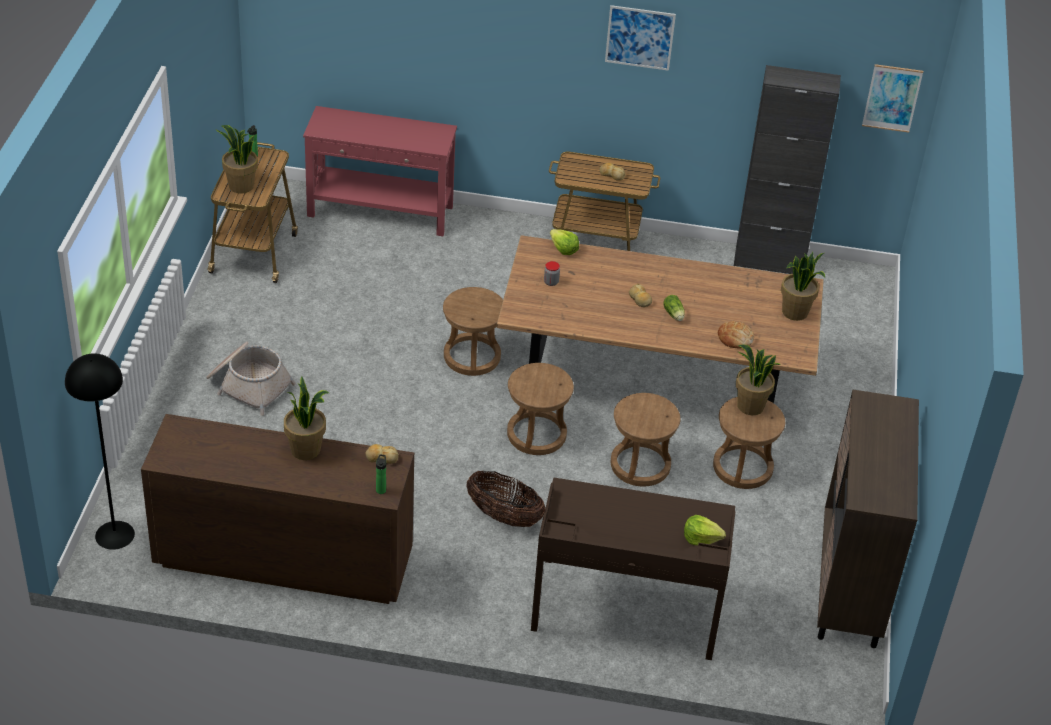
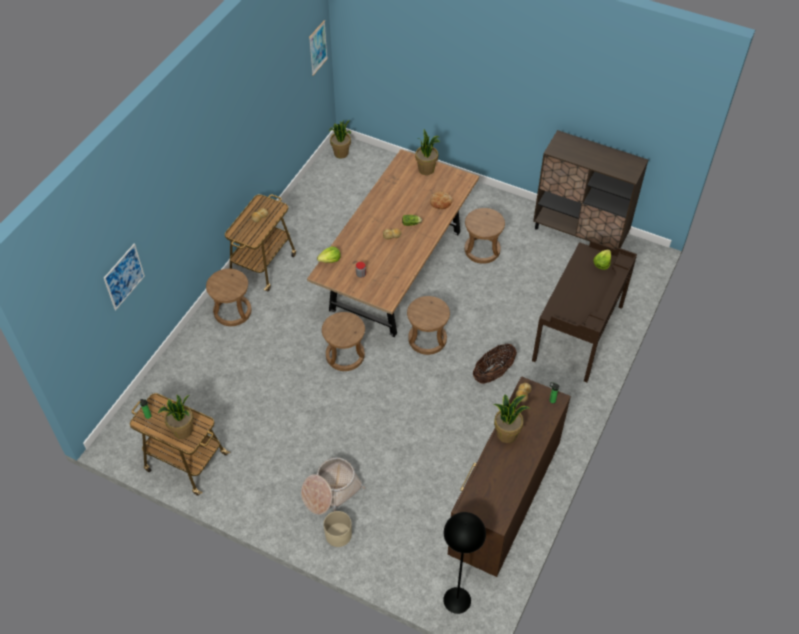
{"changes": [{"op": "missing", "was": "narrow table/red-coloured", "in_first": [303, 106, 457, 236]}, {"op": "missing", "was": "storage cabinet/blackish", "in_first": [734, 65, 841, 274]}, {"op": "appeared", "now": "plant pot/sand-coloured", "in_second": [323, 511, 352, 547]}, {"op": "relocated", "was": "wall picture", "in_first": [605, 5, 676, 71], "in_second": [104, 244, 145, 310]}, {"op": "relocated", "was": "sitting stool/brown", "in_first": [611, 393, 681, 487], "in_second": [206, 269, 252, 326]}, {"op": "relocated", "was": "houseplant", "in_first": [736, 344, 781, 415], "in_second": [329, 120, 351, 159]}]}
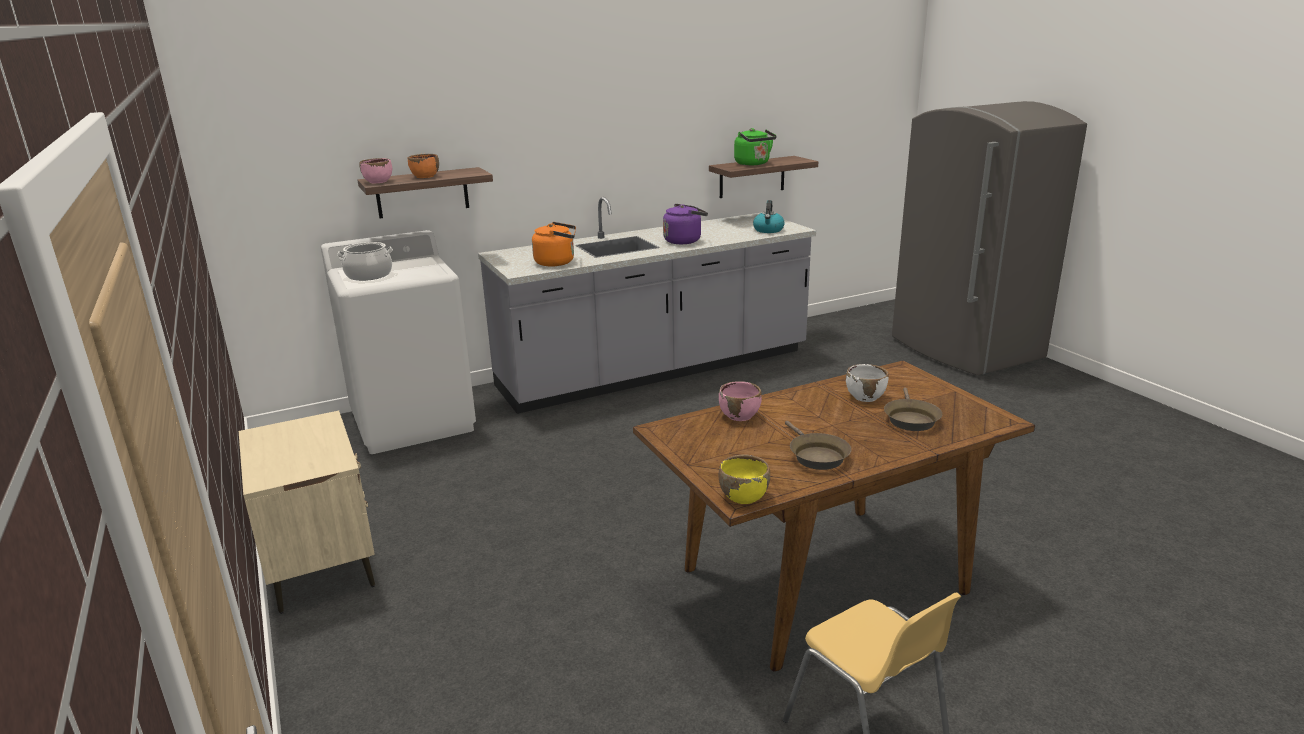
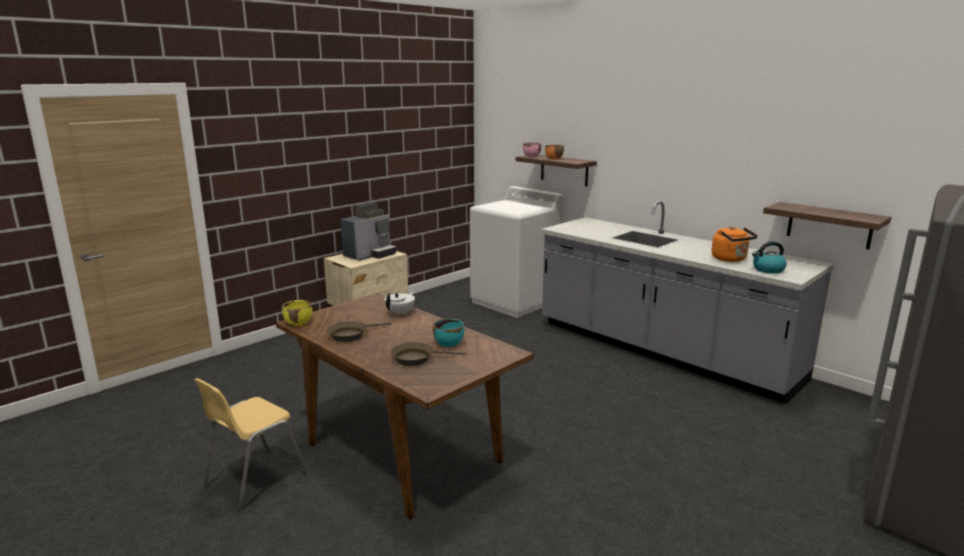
{"changes": [{"op": "missing", "was": "stockpot", "in_first": [337, 242, 393, 281]}, {"op": "missing", "was": "tea kettle/purplish", "in_first": [663, 204, 708, 244]}, {"op": "missing", "was": "tea kettle/greenish", "in_first": [734, 128, 777, 165]}, {"op": "appeared", "now": "coffee machine", "in_second": [340, 202, 396, 261]}, {"op": "relocated", "was": "tea kettle/orangey", "in_first": [532, 222, 576, 266], "in_second": [711, 226, 758, 262]}, {"op": "exchanged", "was": "deep dish/pinkish", "now": "teapot/whitish", "in_first": [719, 381, 762, 421], "in_second": [384, 292, 415, 316]}, {"op": "colour", "was": "deep dish/whitish", "now": "deep dish/turquoise", "in_first": [846, 364, 889, 402], "in_second": [433, 318, 464, 347]}]}
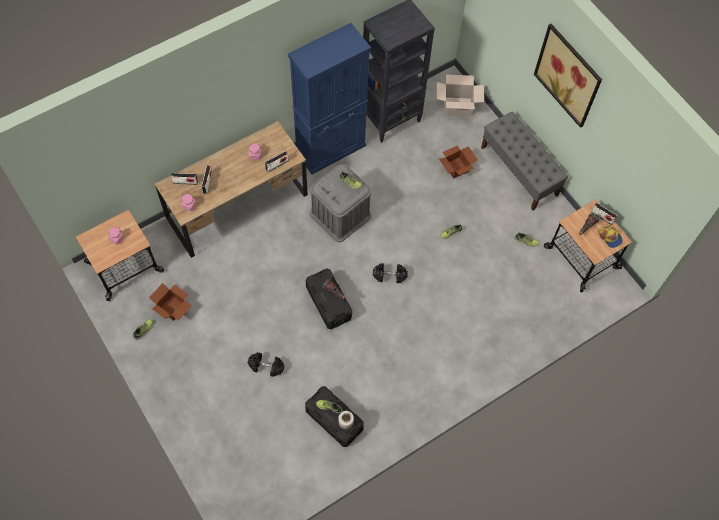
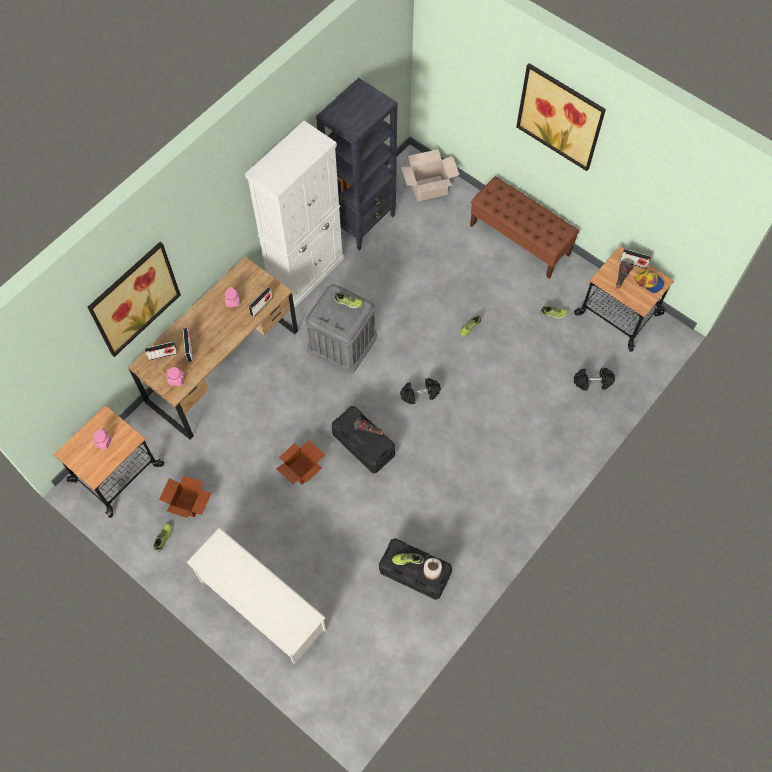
{"changes": [{"op": "appeared", "now": "wall picture", "in_second": [87, 242, 181, 357]}, {"op": "appeared", "now": "shoe shelf/whitish", "in_second": [186, 527, 326, 664]}, {"op": "relocated", "was": "dumbbell/blackish", "in_first": [248, 353, 285, 377], "in_second": [574, 368, 615, 391]}, {"op": "relocated", "was": "carton", "in_first": [439, 146, 478, 179], "in_second": [276, 440, 325, 484]}, {"op": "colour", "was": "storage cabinet/blue", "now": "storage cabinet/whitish", "in_first": [288, 23, 371, 174], "in_second": [245, 121, 344, 307]}, {"op": "colour", "was": "bench/grey", "now": "bench/brown", "in_first": [481, 111, 568, 211], "in_second": [470, 176, 579, 279]}]}
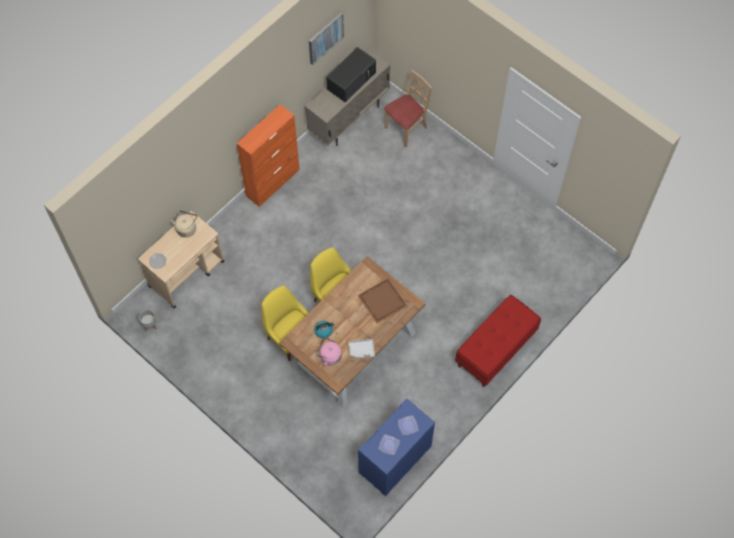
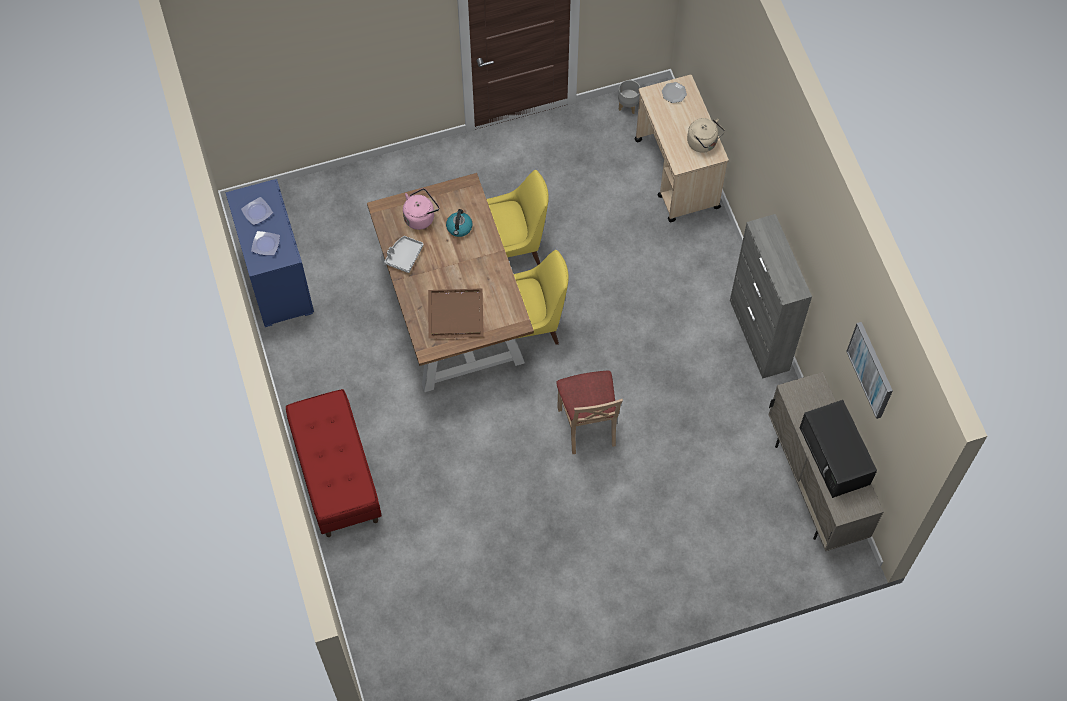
{"changes": [{"op": "relocated", "was": "chair/sand-coloured", "in_first": [384, 70, 432, 148], "in_second": [556, 371, 623, 454]}, {"op": "colour", "was": "storage cabinet/orangey", "now": "storage cabinet/grey", "in_first": [237, 104, 300, 207], "in_second": [730, 214, 812, 379]}]}
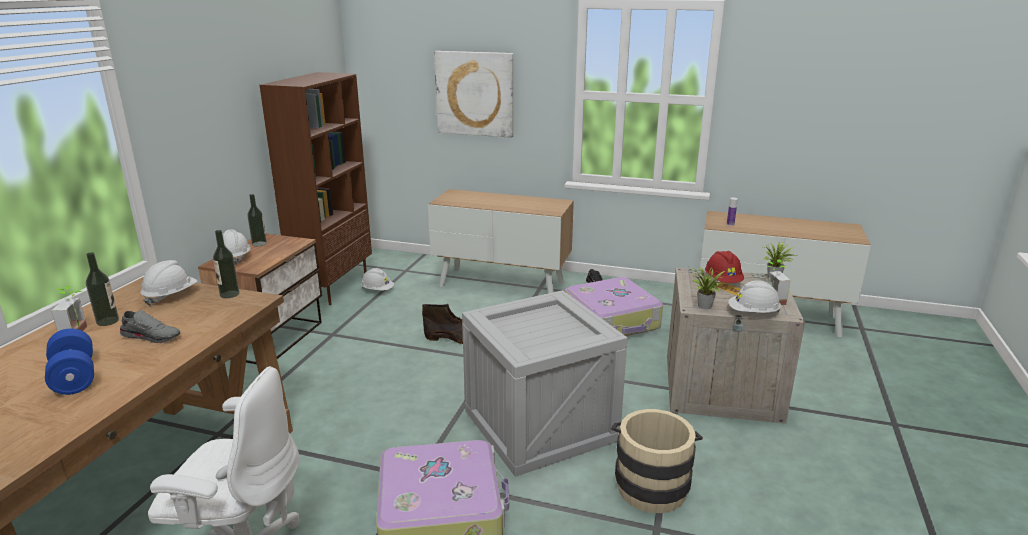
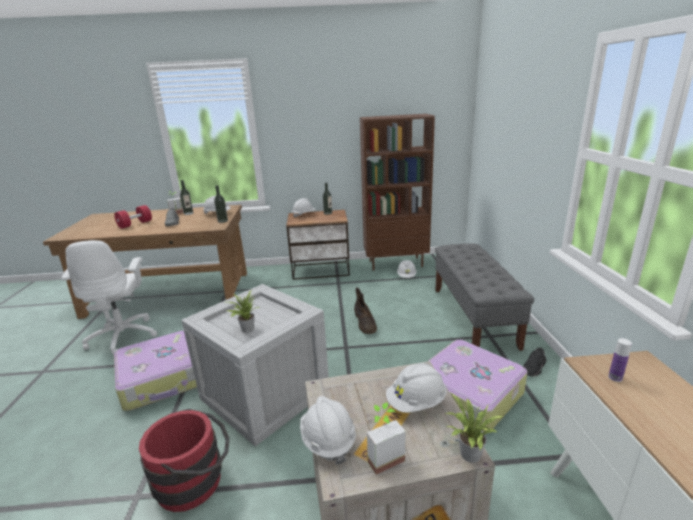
{"changes": [{"op": "missing", "was": "wall picture", "in_first": [434, 51, 514, 138]}, {"op": "relocated", "was": "houseplant", "in_first": [690, 267, 725, 309], "in_second": [227, 290, 259, 333]}, {"op": "exchanged", "was": "storage cabinet", "now": "bench/grey", "in_first": [428, 189, 574, 293], "in_second": [435, 243, 534, 351]}, {"op": "colour", "was": "dumbbell/blue", "now": "dumbbell/red-coloured", "in_first": [45, 328, 94, 395], "in_second": [114, 205, 152, 229]}, {"op": "colour", "was": "bucket/sand-coloured", "now": "bucket/red-coloured", "in_first": [611, 409, 703, 513], "in_second": [139, 409, 230, 512]}, {"op": "colour", "was": "work helmet/red-coloured", "now": "work helmet/whitish", "in_first": [705, 251, 744, 283], "in_second": [386, 363, 447, 413]}]}
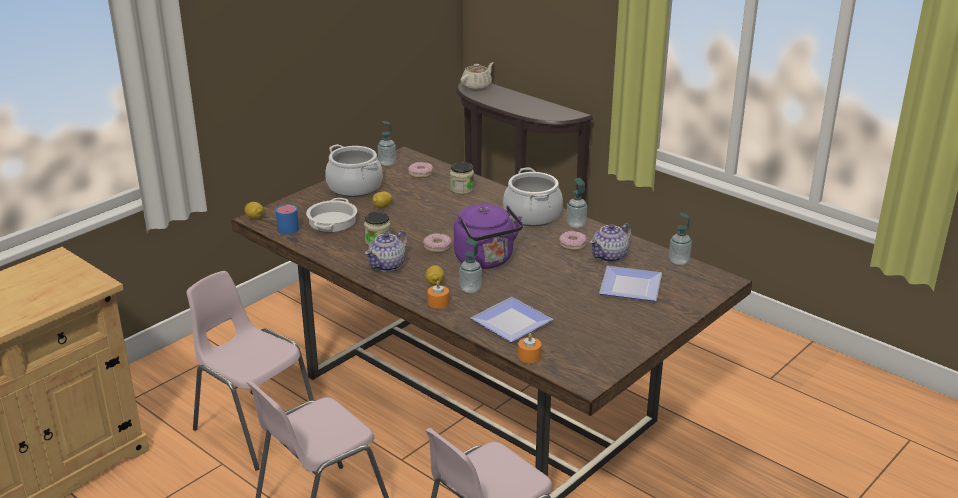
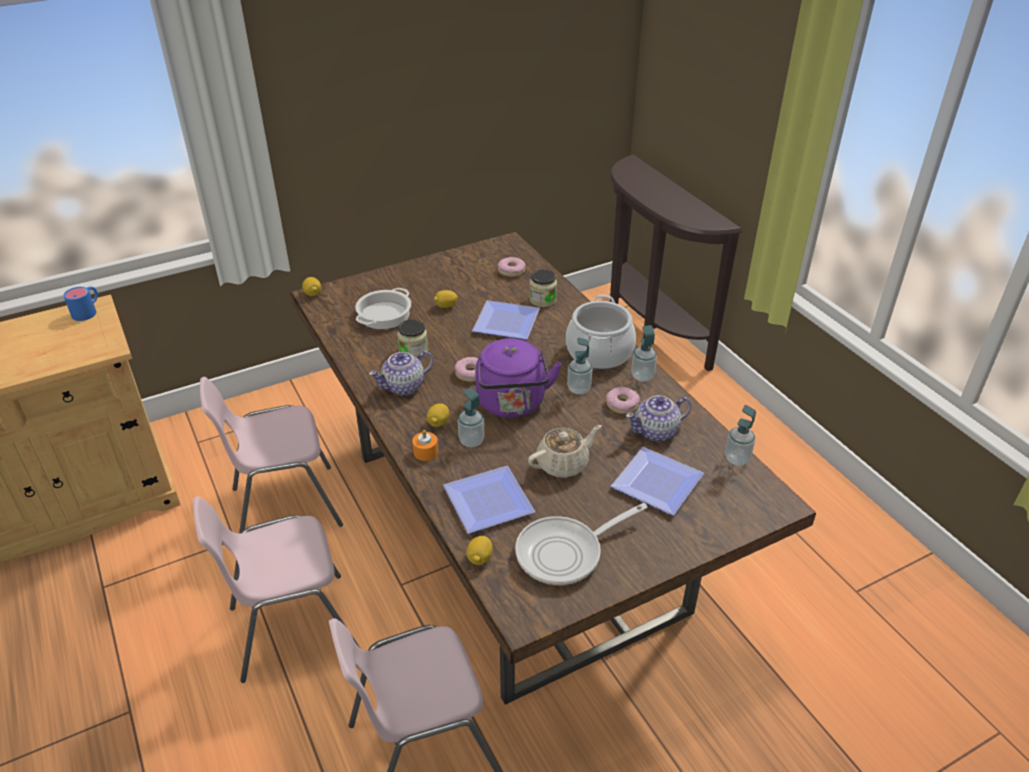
{"changes": [{"op": "missing", "was": "stockpot", "in_first": [325, 144, 382, 197]}, {"op": "appeared", "now": "dinner plate", "in_second": [472, 300, 540, 340]}, {"op": "appeared", "now": "skillet", "in_second": [515, 503, 648, 585]}, {"op": "relocated", "was": "tea mug/blue", "in_first": [276, 204, 299, 235], "in_second": [64, 286, 98, 321]}, {"op": "relocated", "was": "soap bottle", "in_first": [378, 121, 396, 166], "in_second": [567, 338, 592, 394]}, {"op": "relocated", "was": "teapot/sand-coloured", "in_first": [461, 62, 494, 91], "in_second": [528, 425, 602, 478]}, {"op": "exchanged", "was": "candle/orangey", "now": "citrus fruit", "in_first": [518, 333, 541, 363], "in_second": [466, 536, 493, 565]}, {"op": "spun", "was": "chair/pinkish", "in_first": [187, 271, 314, 471], "in_second": [200, 377, 343, 534], "clockwise": -75}]}
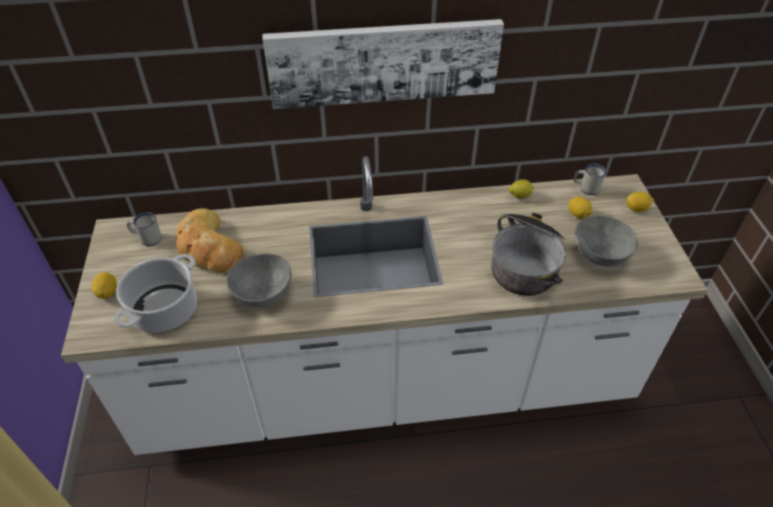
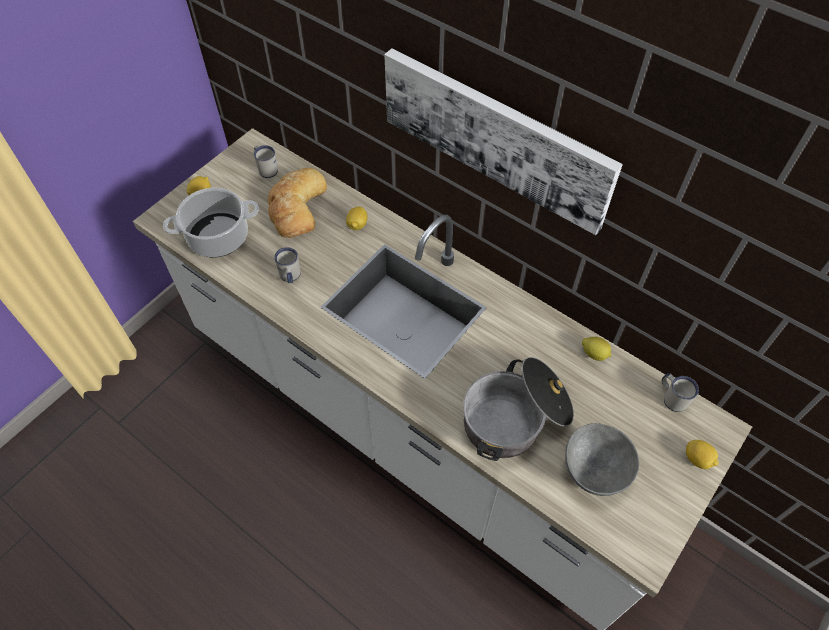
{"changes": [{"op": "relocated", "was": "citrus fruit", "in_first": [569, 197, 593, 218], "in_second": [346, 207, 367, 230]}, {"op": "exchanged", "was": "deep dish/grey", "now": "tea mug/whitish", "in_first": [226, 253, 291, 307], "in_second": [274, 247, 301, 283]}]}
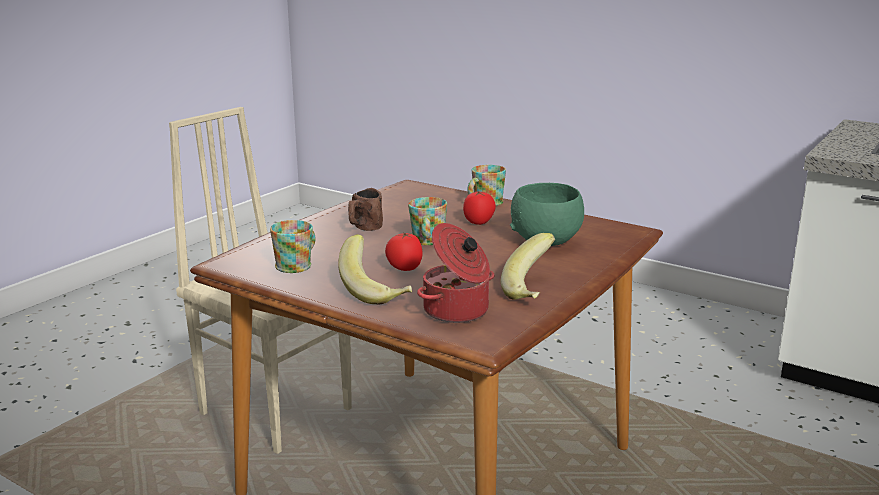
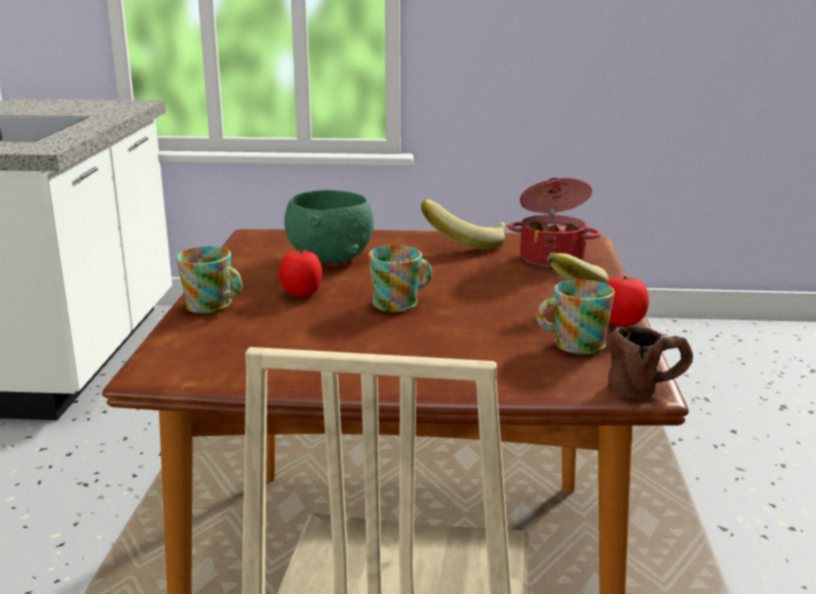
{"changes": [{"op": "relocated", "was": "tea mug/brown", "in_first": [348, 188, 383, 231], "in_second": [608, 326, 693, 399]}, {"op": "relocated", "was": "whole tomato", "in_first": [385, 232, 423, 271], "in_second": [607, 275, 649, 327]}]}
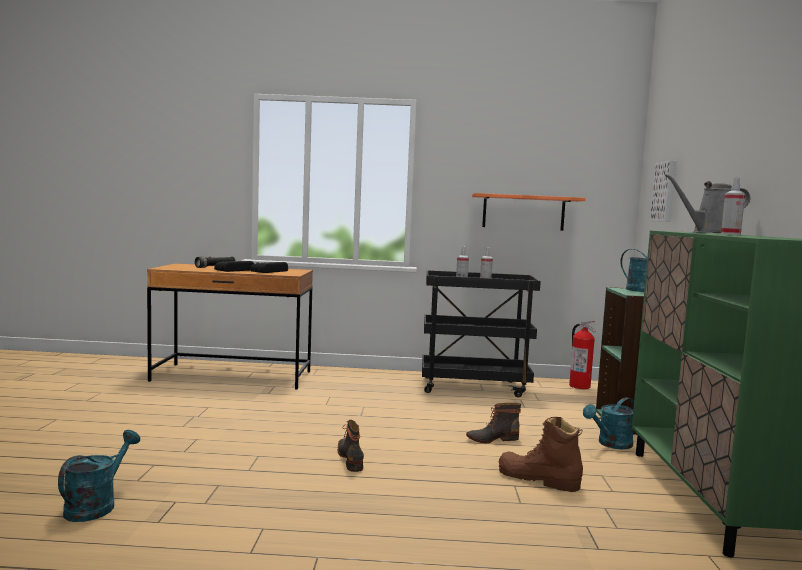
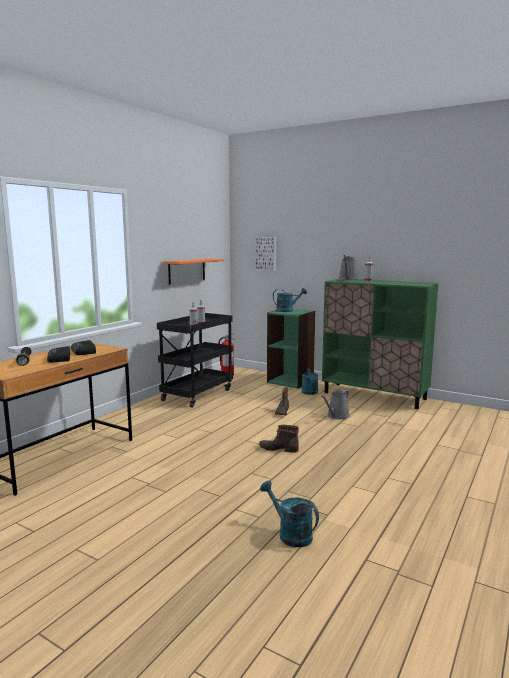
{"changes": [{"op": "exchanged", "was": "boot/brown", "now": "sprinkling can/grey", "in_first": [499, 417, 583, 492], "in_second": [321, 390, 350, 420]}]}
